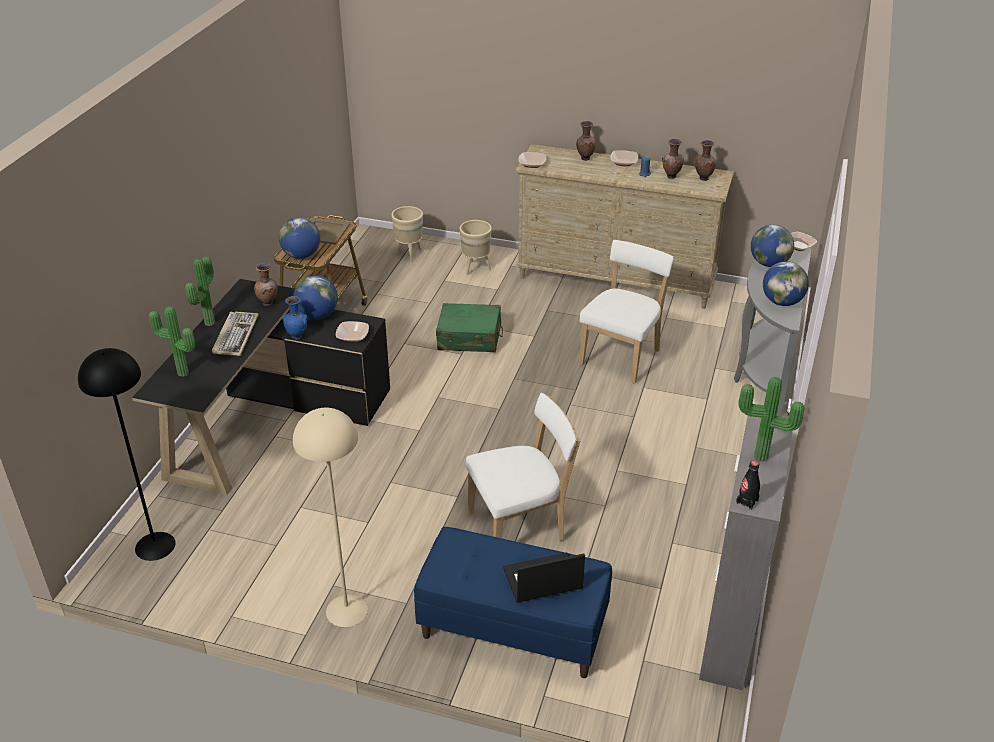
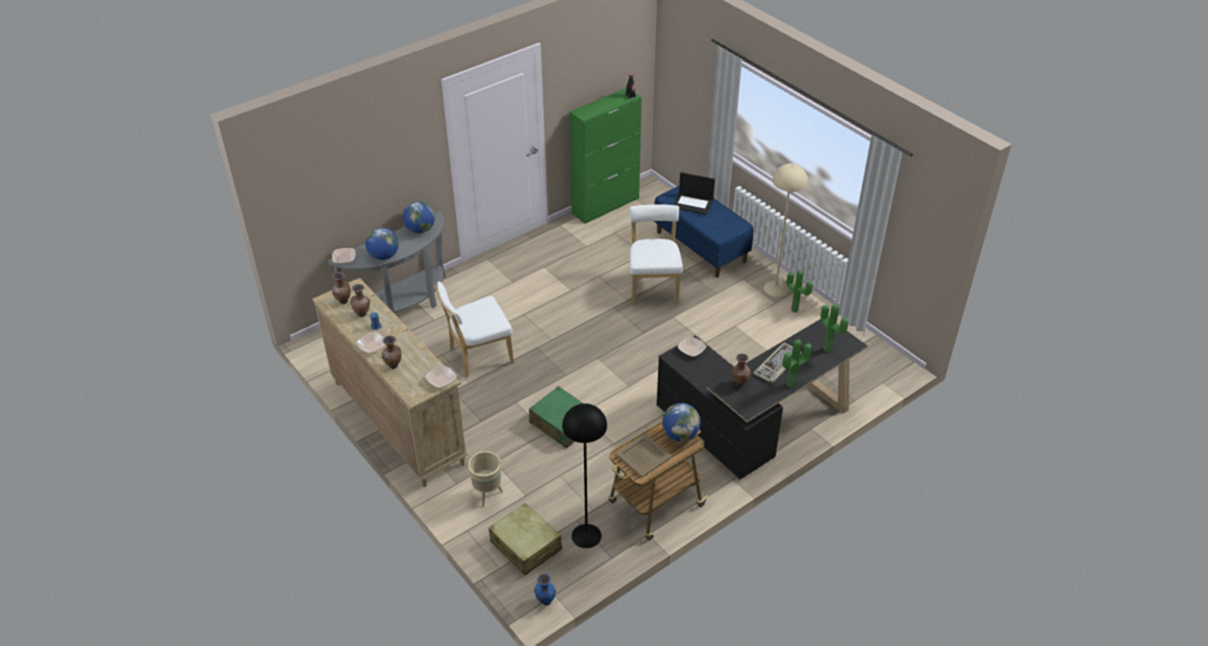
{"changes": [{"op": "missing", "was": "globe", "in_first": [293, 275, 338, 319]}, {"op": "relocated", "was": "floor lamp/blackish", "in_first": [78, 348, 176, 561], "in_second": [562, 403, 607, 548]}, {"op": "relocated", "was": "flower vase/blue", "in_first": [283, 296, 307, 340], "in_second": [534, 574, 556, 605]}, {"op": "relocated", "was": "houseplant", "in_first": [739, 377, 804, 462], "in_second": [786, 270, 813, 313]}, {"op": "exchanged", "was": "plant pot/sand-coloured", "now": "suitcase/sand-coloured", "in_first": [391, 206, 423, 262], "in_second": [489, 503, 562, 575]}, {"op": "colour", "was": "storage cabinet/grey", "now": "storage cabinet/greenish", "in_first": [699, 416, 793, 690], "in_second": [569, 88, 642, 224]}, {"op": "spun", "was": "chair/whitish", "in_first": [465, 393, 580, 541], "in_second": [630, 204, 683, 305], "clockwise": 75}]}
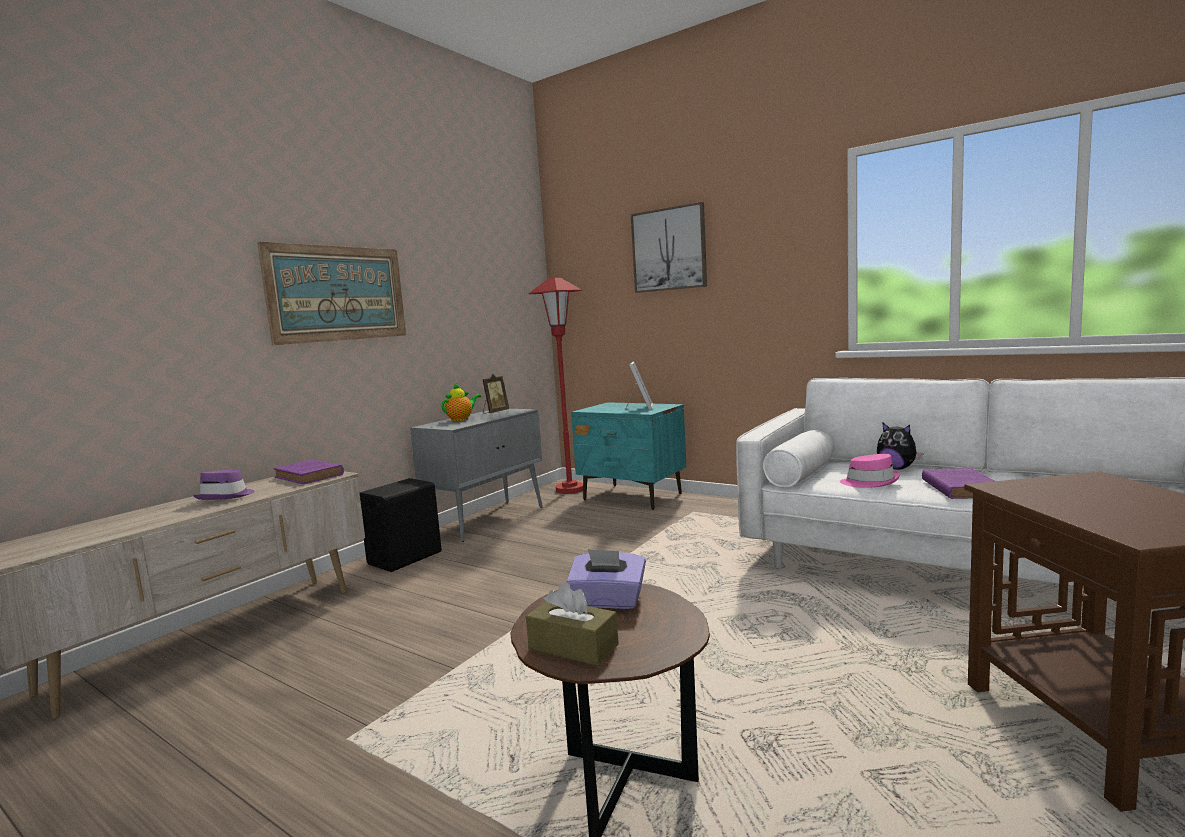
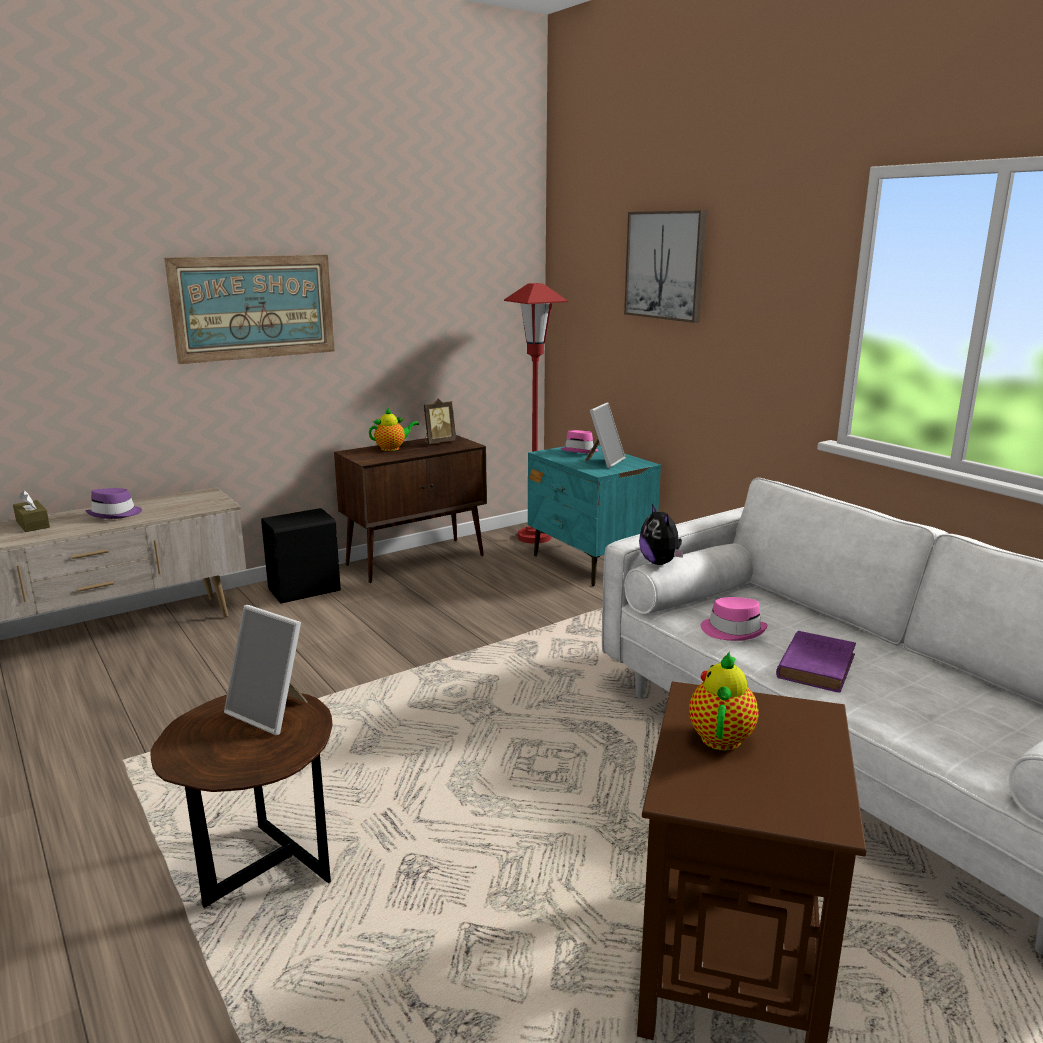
{"changes": [{"op": "missing", "was": "volume/purplish", "in_first": [273, 459, 344, 484]}, {"op": "appeared", "now": "wearable hat/pinkish", "in_second": [561, 430, 599, 453]}, {"op": "appeared", "now": "teapot", "in_second": [689, 652, 759, 751]}, {"op": "relocated", "was": "tissue holder/brown", "in_first": [526, 582, 619, 666], "in_second": [13, 490, 50, 532]}, {"op": "relocated", "was": "cuddly toy", "in_first": [877, 422, 924, 469], "in_second": [639, 504, 684, 565]}, {"op": "exchanged", "was": "tissue holder/purplish", "now": "standing frame", "in_first": [567, 549, 646, 609], "in_second": [224, 605, 308, 735]}, {"op": "colour", "was": "storage cabinet/grey", "now": "storage cabinet/brown", "in_first": [410, 409, 542, 542], "in_second": [334, 435, 487, 583]}]}
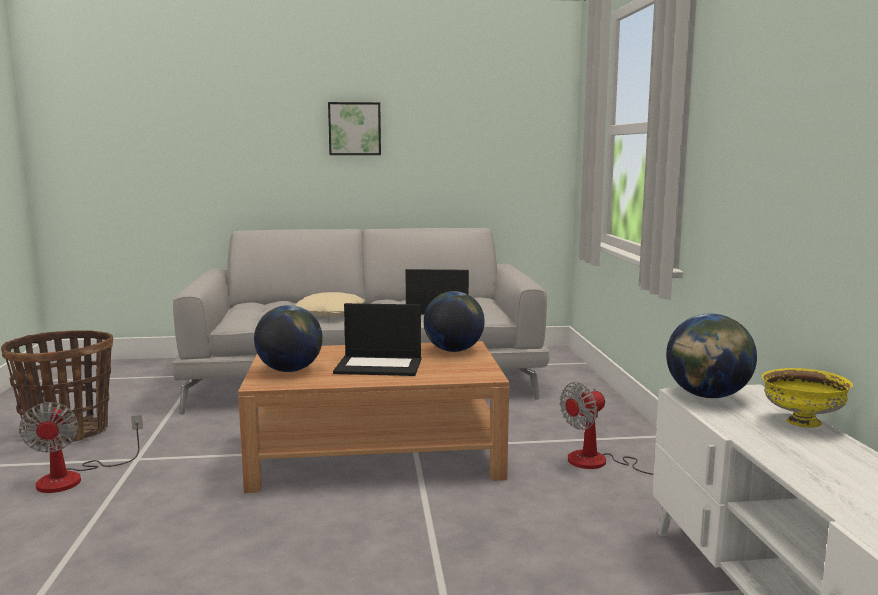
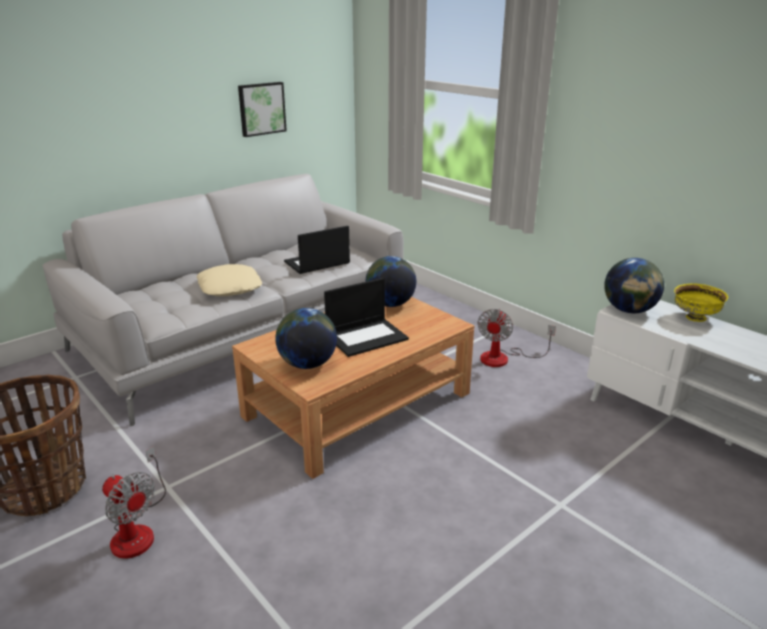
{"changes": [{"op": "relocated", "was": "wall picture", "in_first": [328, 102, 381, 155], "in_second": [238, 82, 287, 137]}]}
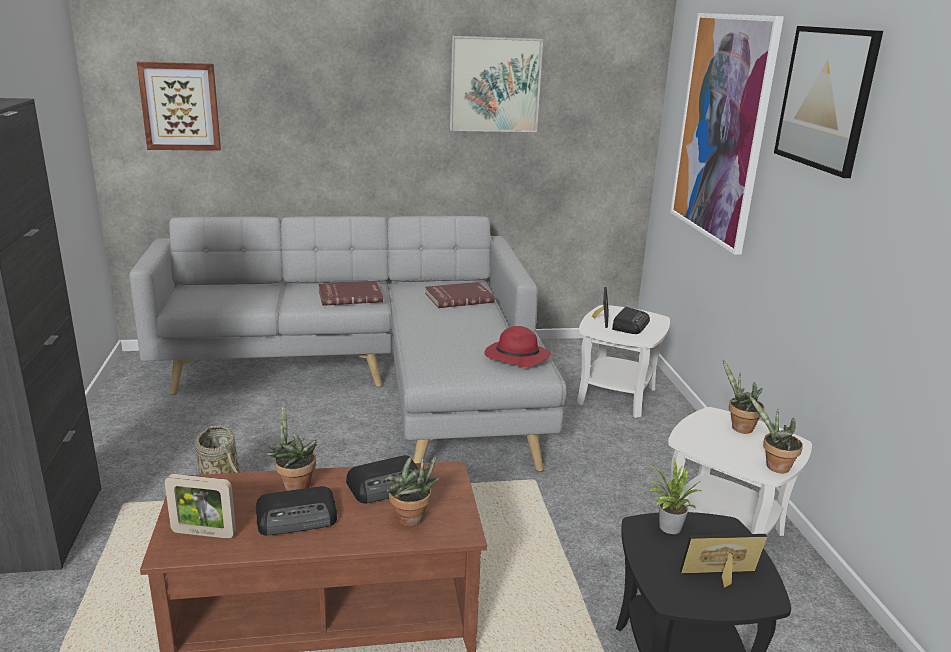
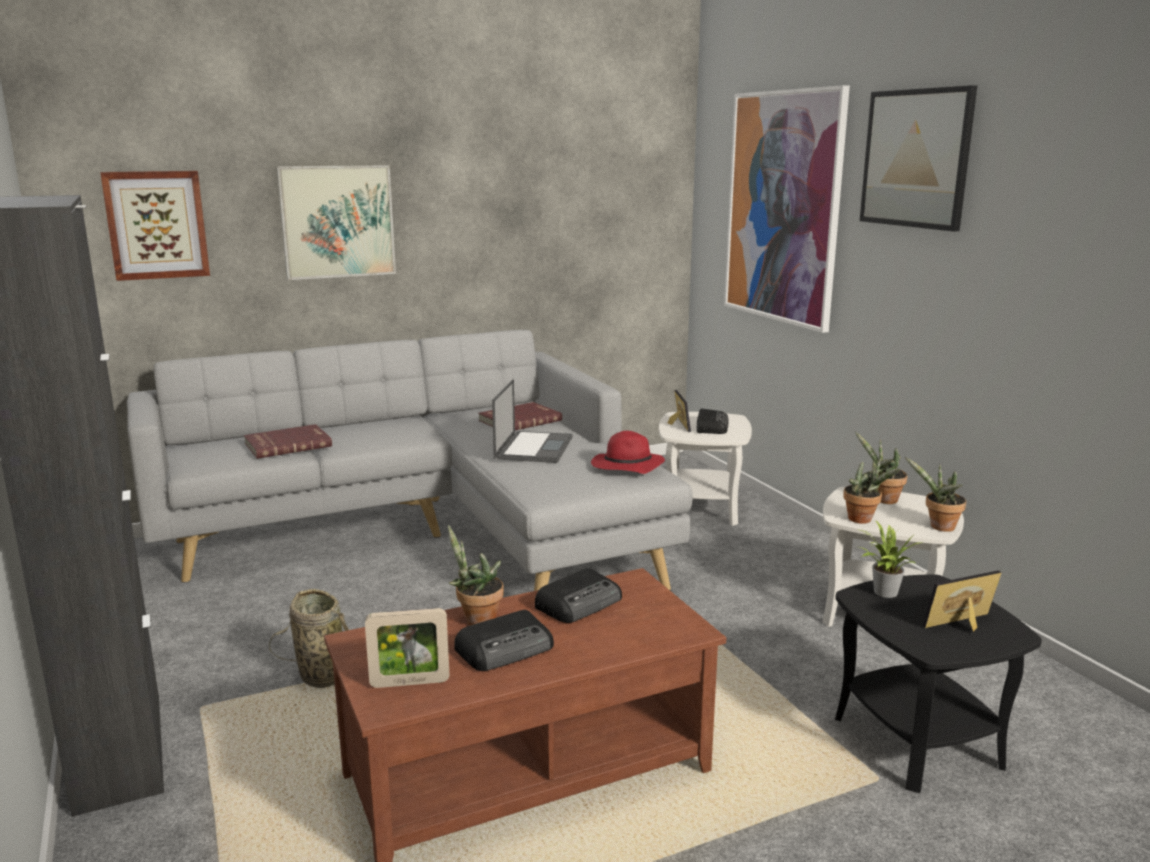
{"changes": [{"op": "appeared", "now": "portable computer", "in_second": [492, 379, 573, 463]}, {"op": "relocated", "was": "volume/red-coloured", "in_first": [319, 281, 383, 306], "in_second": [244, 424, 332, 459]}, {"op": "relocated", "was": "houseplant", "in_first": [387, 455, 441, 527], "in_second": [843, 457, 900, 524]}, {"op": "relocated", "was": "wall picture", "in_first": [449, 36, 543, 132], "in_second": [276, 165, 396, 280]}]}
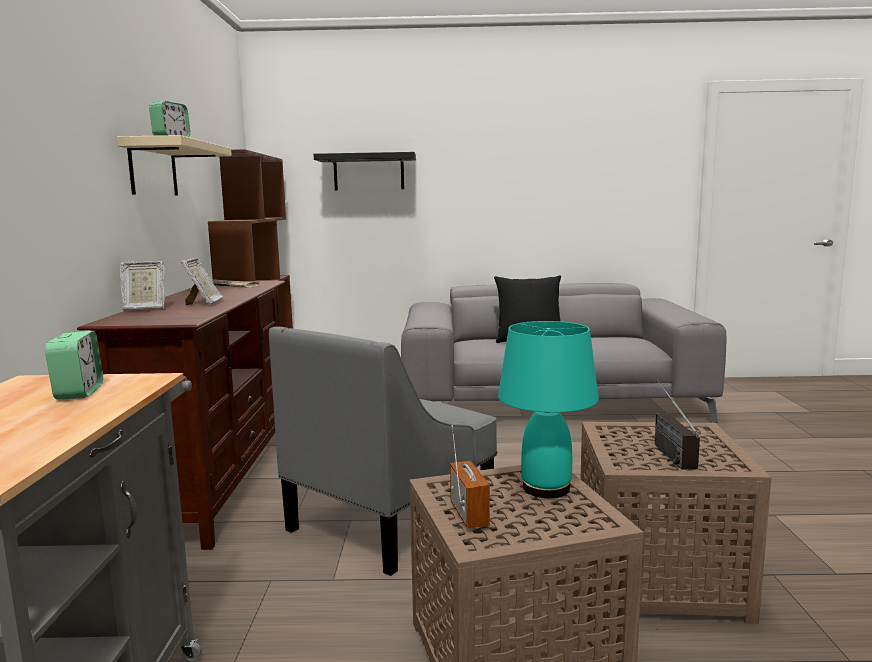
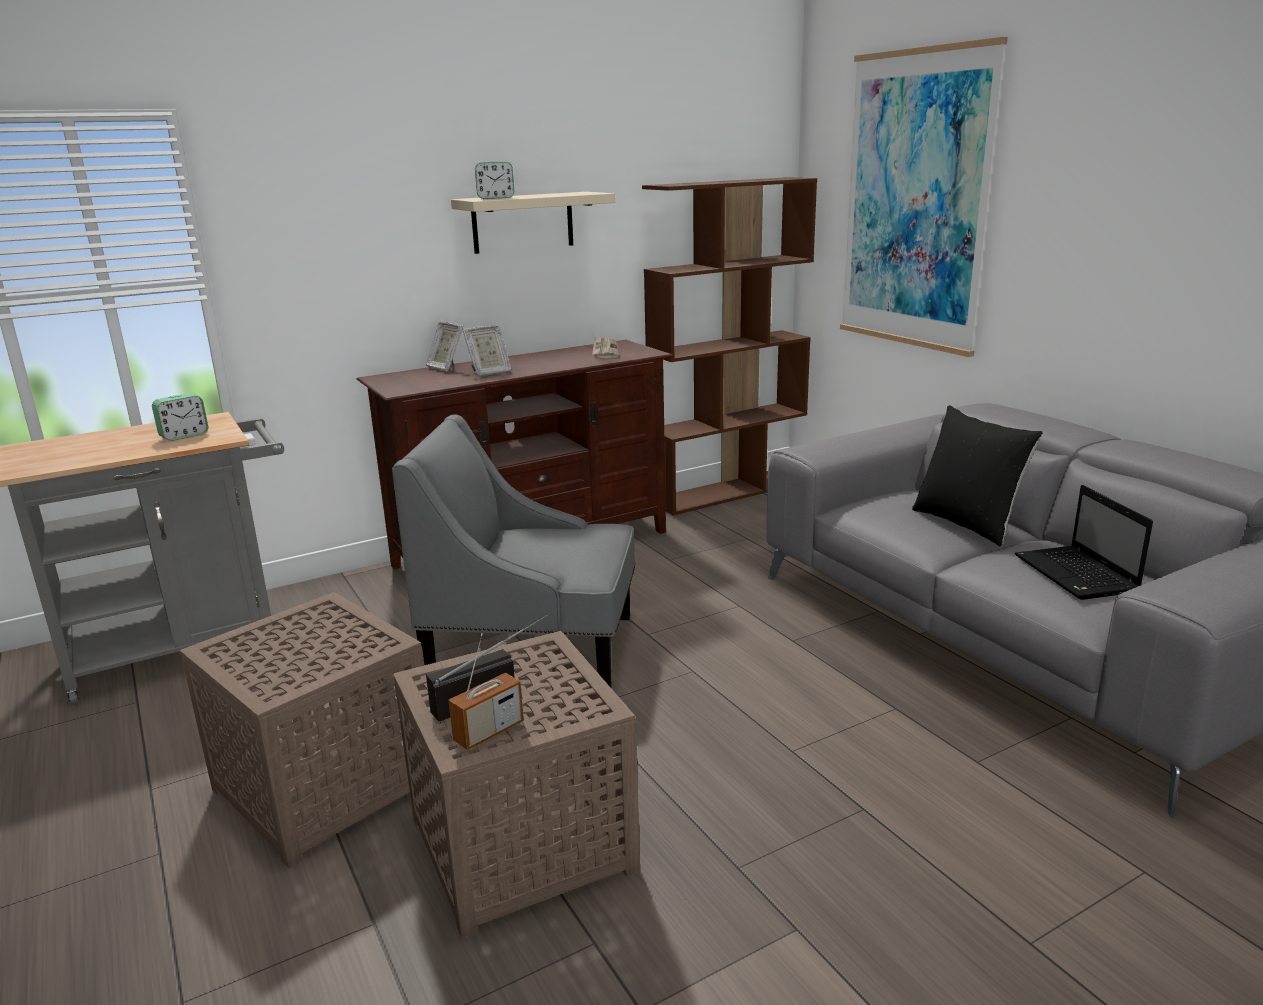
{"changes": [{"op": "missing", "was": "tabletop lamp/turquoise", "in_first": [498, 321, 599, 498]}, {"op": "appeared", "now": "portable computer", "in_second": [1015, 485, 1153, 600]}, {"op": "relocated", "was": "radio receiver", "in_first": [450, 425, 490, 529], "in_second": [448, 633, 524, 750]}, {"op": "exchanged", "was": "wall shelf/blackish", "now": "wall picture", "in_first": [314, 152, 416, 191], "in_second": [840, 37, 1008, 357]}]}
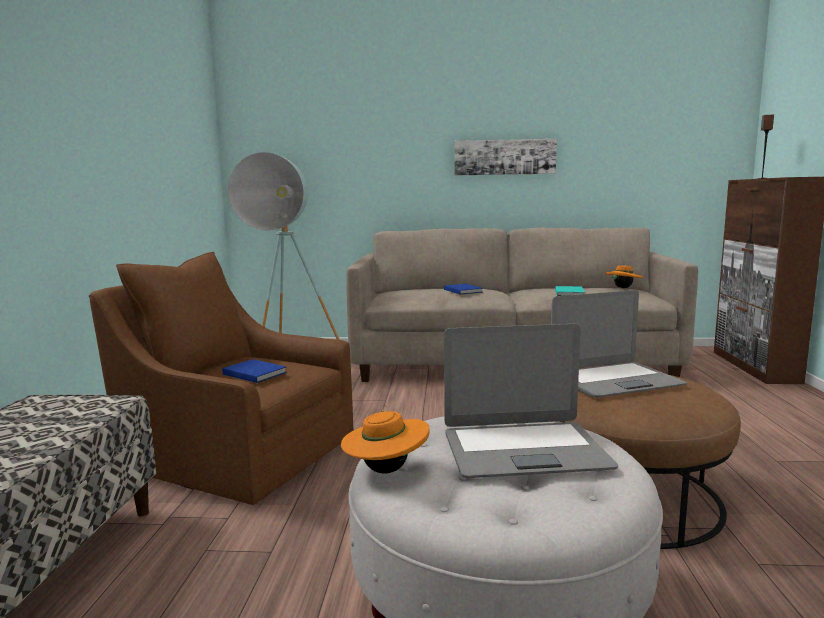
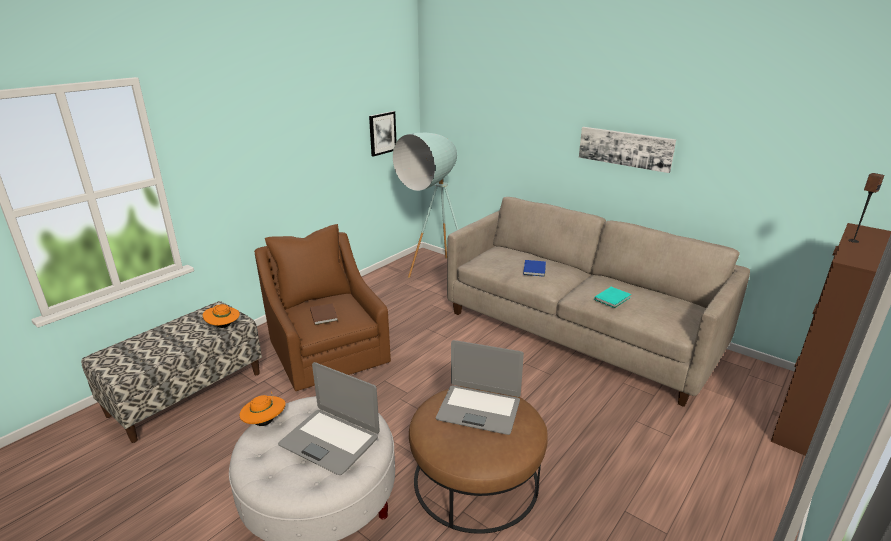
{"changes": [{"op": "appeared", "now": "wall picture", "in_second": [369, 111, 396, 157]}, {"op": "relocated", "was": "wearable hat/orangey", "in_first": [606, 265, 643, 288], "in_second": [203, 304, 240, 328]}, {"op": "colour", "was": "volume/blue", "now": "volume/brown", "in_first": [222, 359, 287, 383], "in_second": [310, 303, 338, 325]}]}
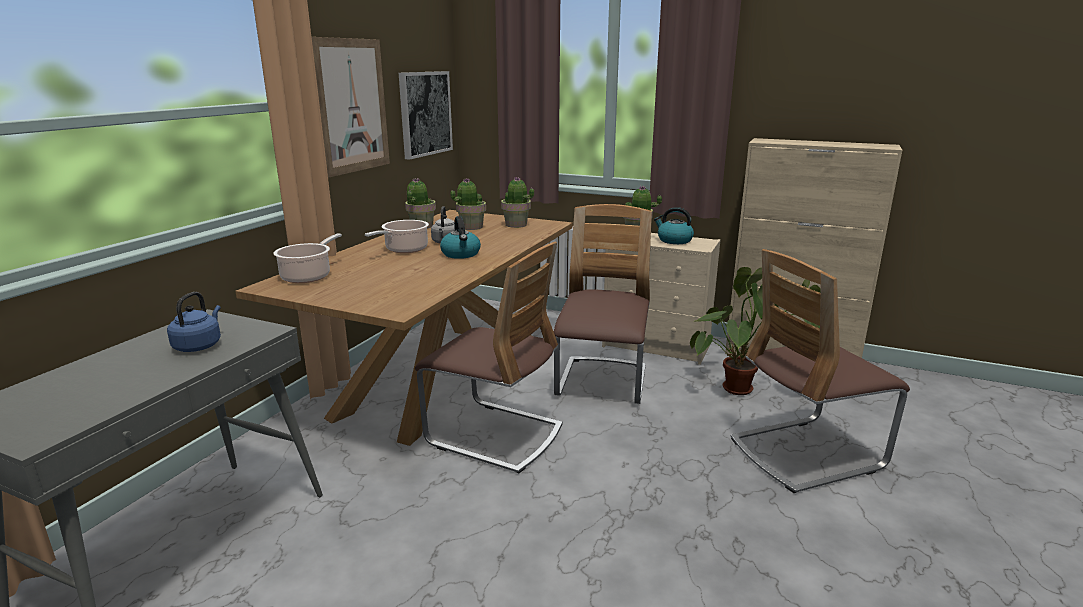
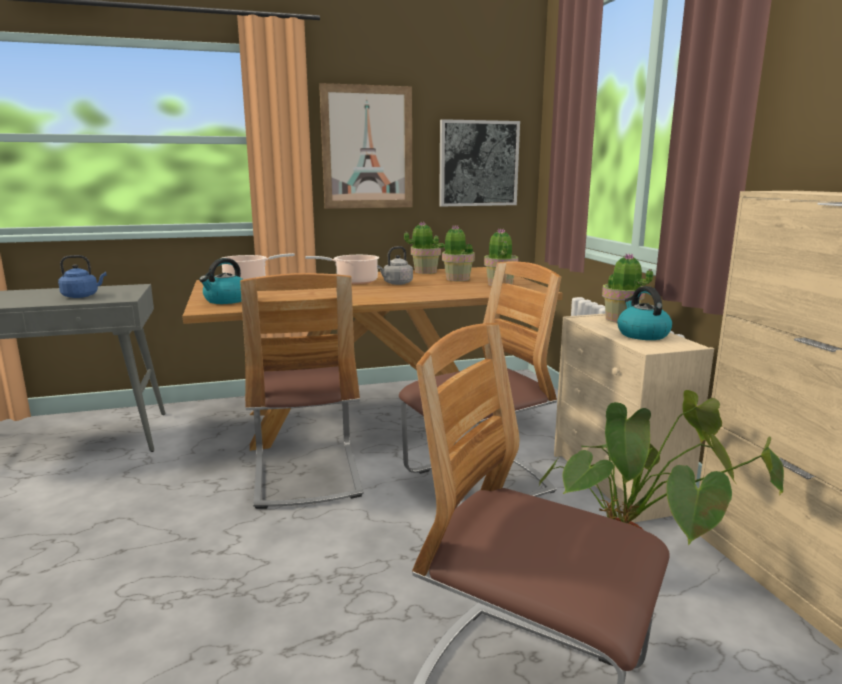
{"changes": [{"op": "relocated", "was": "tea kettle", "in_first": [440, 216, 481, 259], "in_second": [199, 258, 243, 304]}]}
